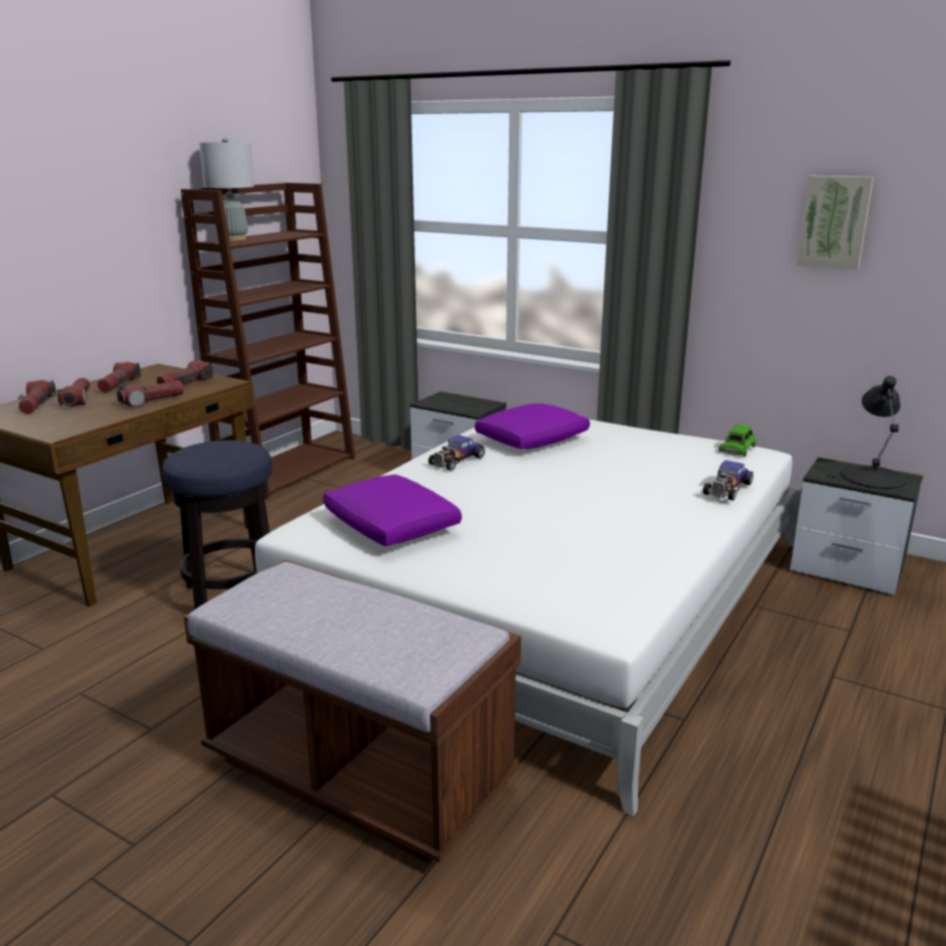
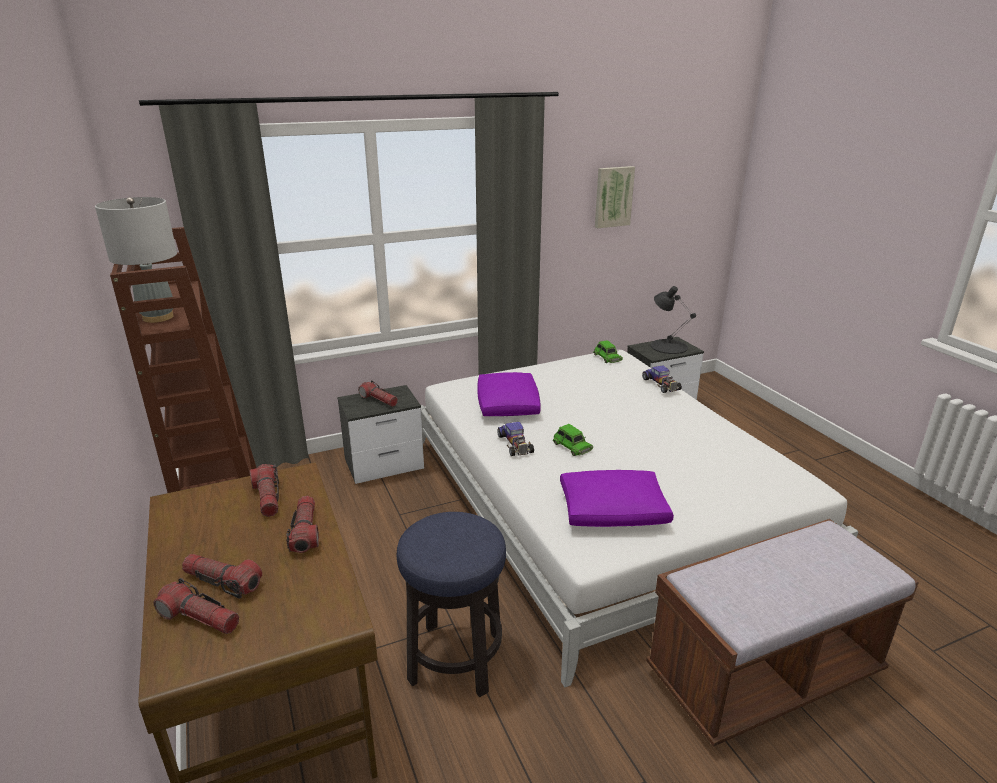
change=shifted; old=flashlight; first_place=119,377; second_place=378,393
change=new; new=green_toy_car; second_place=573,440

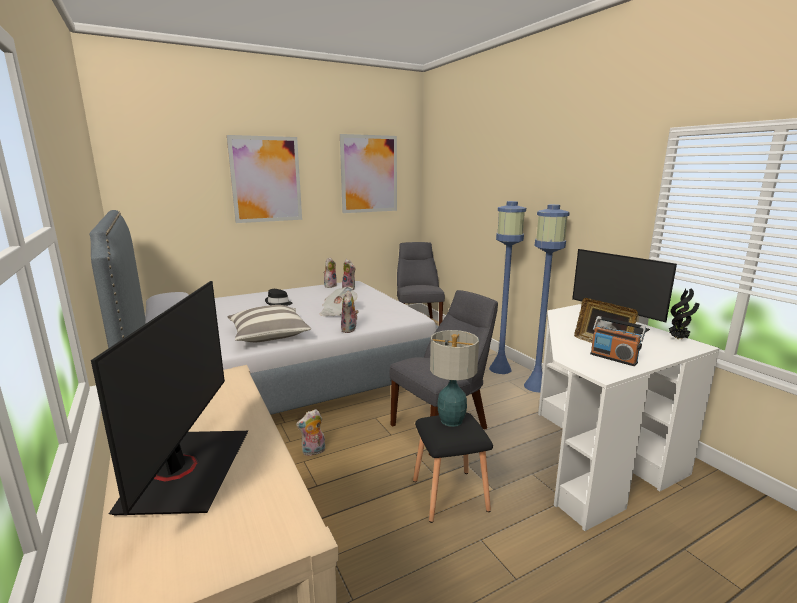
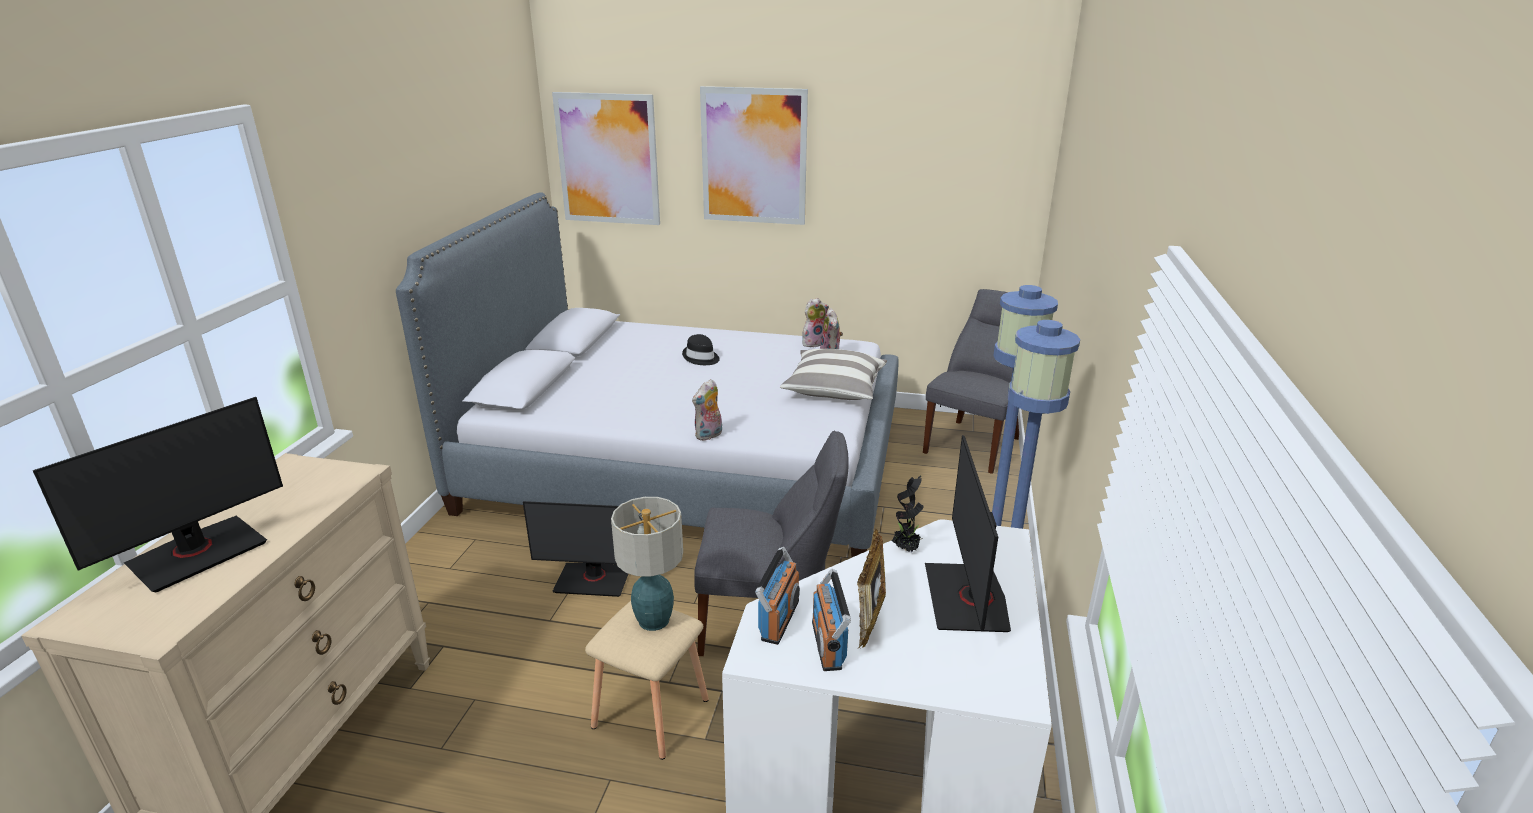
change=shifted; old=pillow; first_place=269,323; second_place=833,374
change=swapped; old=plush_toy; new=monitor; first_place=310,432; second_place=575,549
change=gone; old=newspaper; first_place=339,301
change=shifted; old=picture; first_place=368,173; second_place=606,158
change=repainted; old=black_stool; new=beige_stool; first_place=453,468; second_place=647,680
change=shifted; old=potted_plant; first_place=684,313; second_place=908,513
change=new; new=radio; second_place=777,596

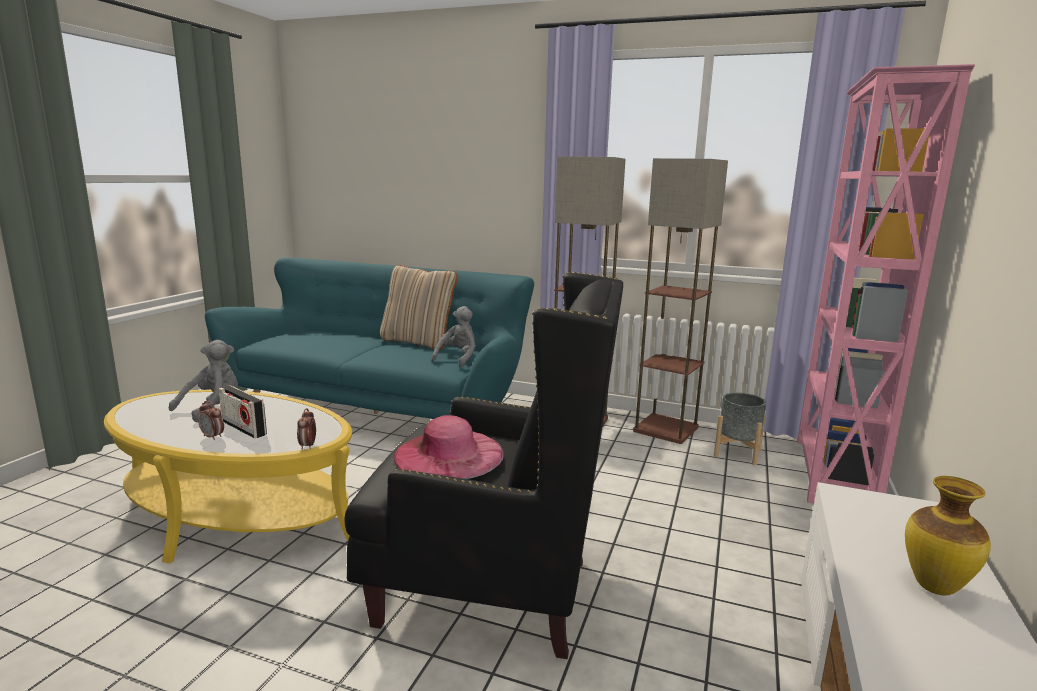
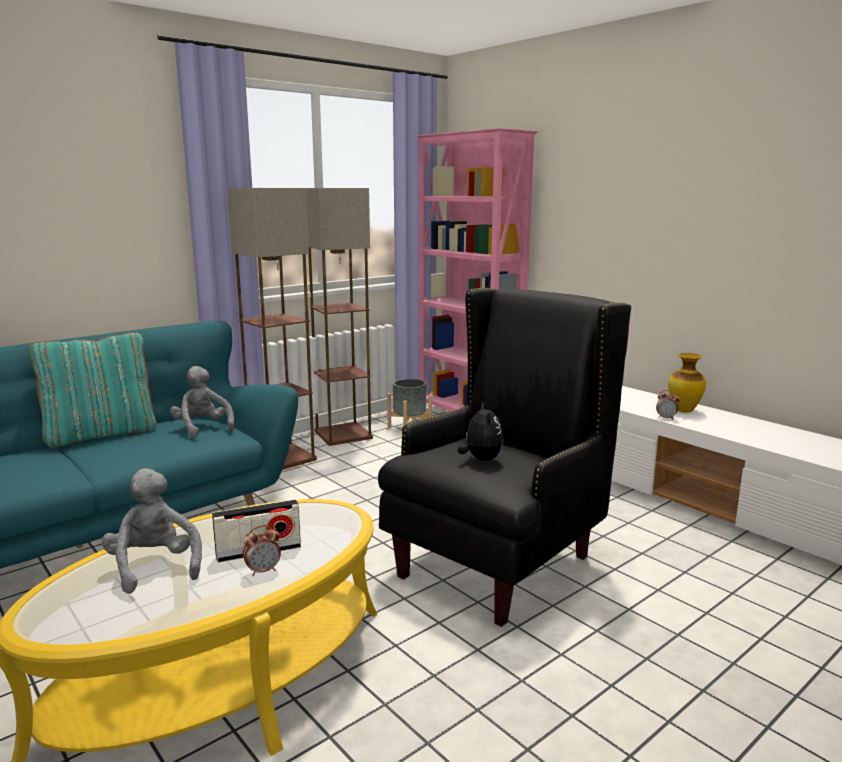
change=shifted; old=alarm_clock; first_place=306,429; second_place=668,405
change=repainted; old=beige_pillow; new=turquoise_pillow; first_place=419,307; second_place=93,390
change=swapped; old=pink_hat; new=plush_toy; first_place=449,447; second_place=481,431

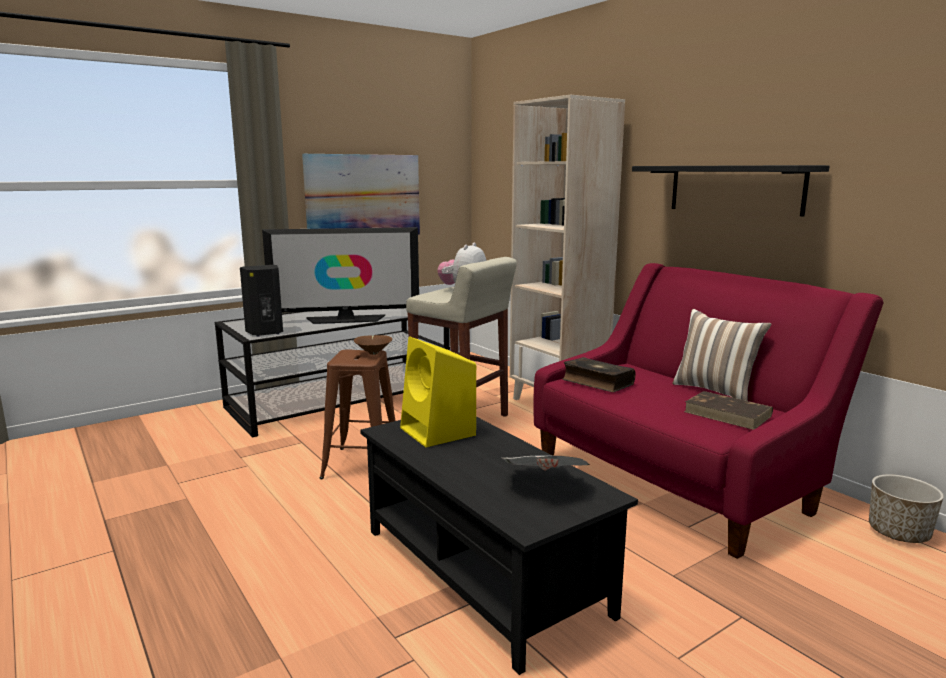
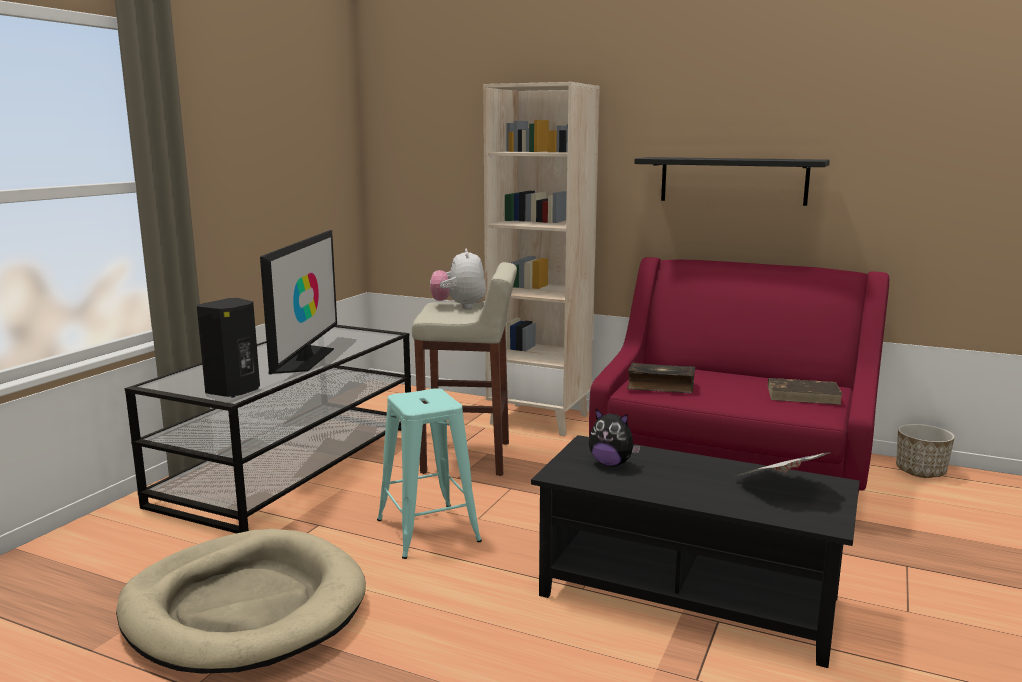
change=rotated; old=television; first_place=340,275; second_place=298,302; degrees=-45
change=gone; old=picture; first_place=361,194
change=repainted; old=brown_stool; new=turquoise_stool; first_place=357,414; second_place=429,473
change=gone; old=brown_bowl; first_place=373,345
change=swapped; old=yellow_speaker; new=plush_toy; first_place=438,391; second_place=615,437
change=gone; old=pillow; first_place=721,355
change=new; new=beige_dog_bed; second_place=241,601

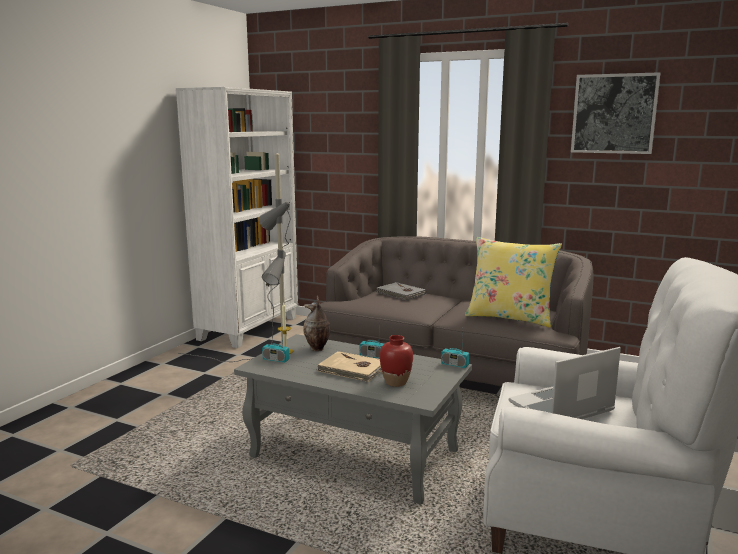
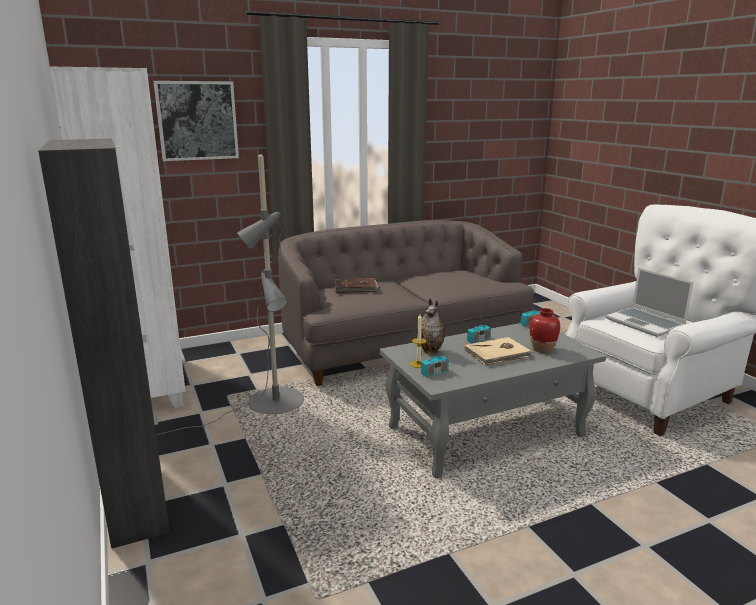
change=repainted; old=grey_book; new=brown_book; first_place=401,291; second_place=356,285
change=gone; old=yellow_pillow; first_place=513,282
change=rotated; old=laptop; first_place=565,383; second_place=649,302; degrees=-45
change=shifted; old=picture; first_place=615,113; second_place=196,121
change=new; new=black_cabinet; second_place=104,344

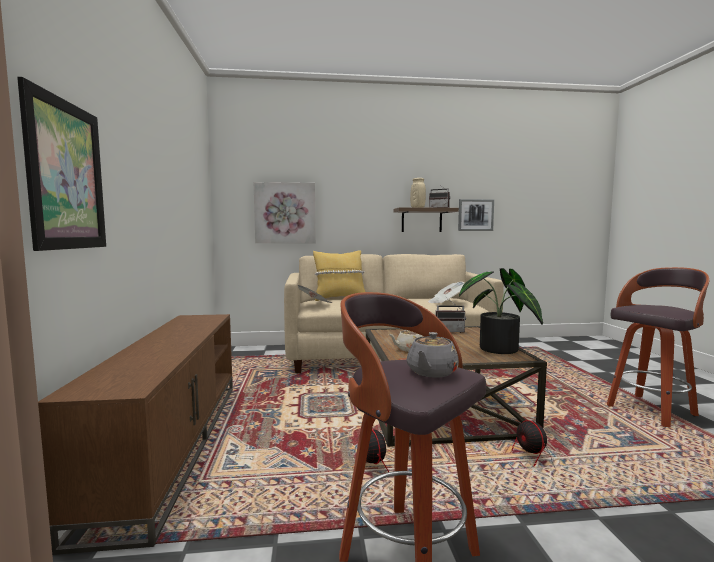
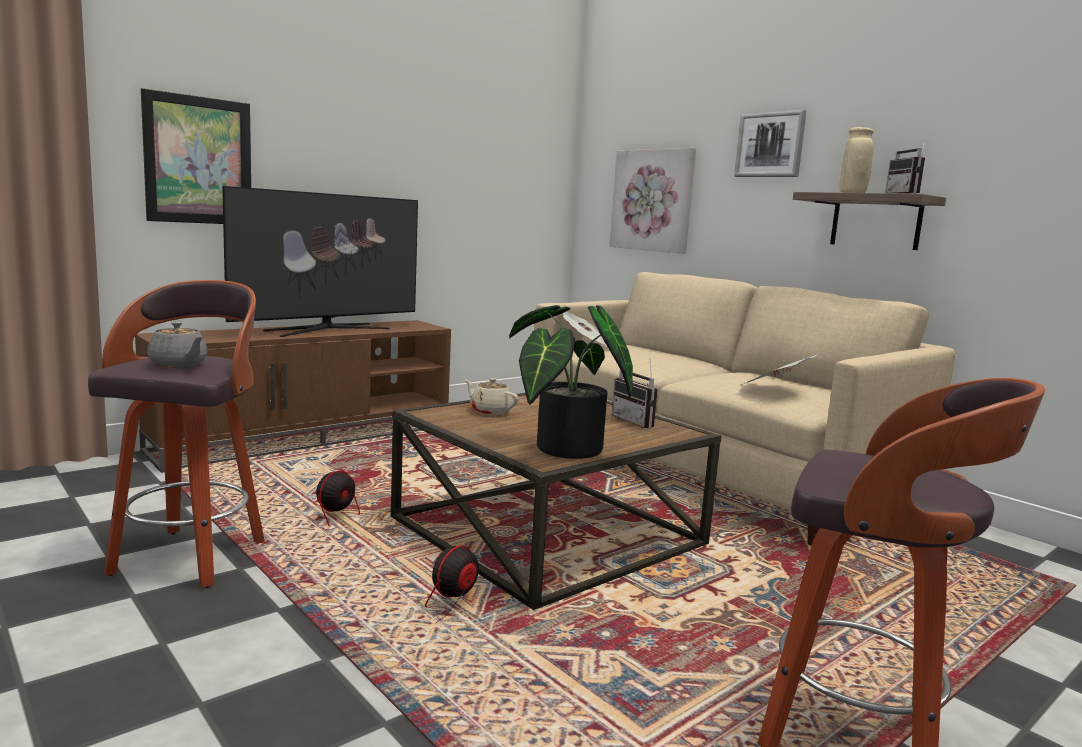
change=gone; old=yellow_pillow; first_place=339,275
change=rotated; old=grey_teapot; first_place=433,355; second_place=177,344; degrees=-135
change=shifted; old=picture; first_place=476,215; second_place=770,143
change=new; new=television; second_place=320,261

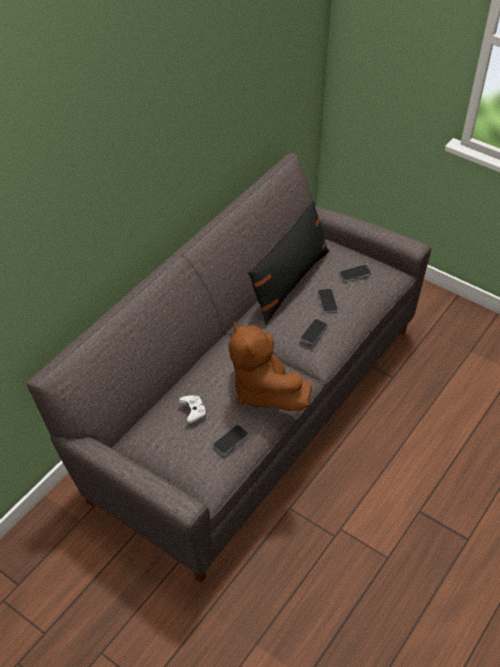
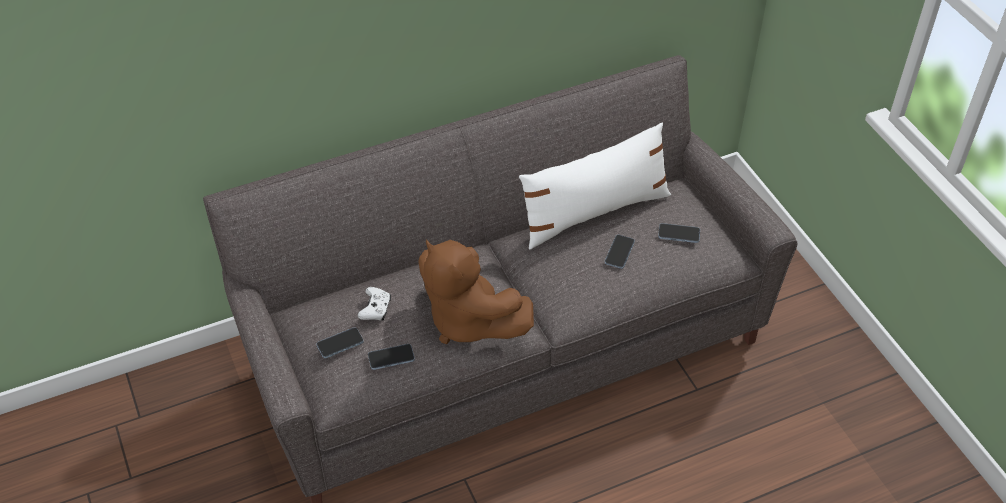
change=rotated; old=brown_plush_toy; first_place=270,366; second_place=476,292; degrees=-45
change=repainted; old=black_pillow; new=white_pillow; first_place=288,263; second_place=595,186
change=shifted; old=phone; first_place=314,332; second_place=340,342

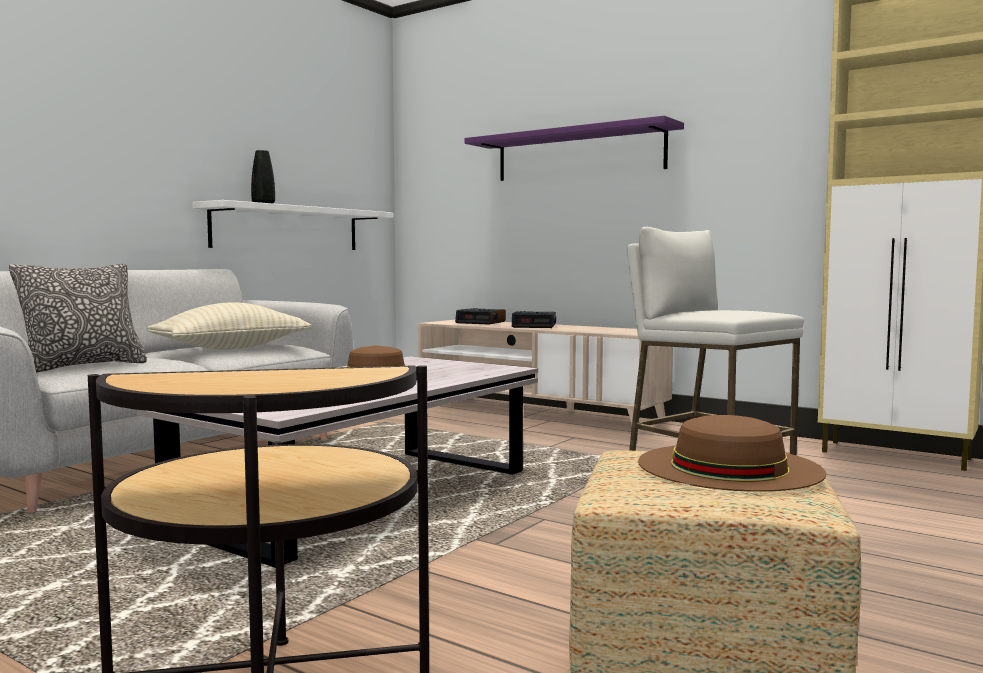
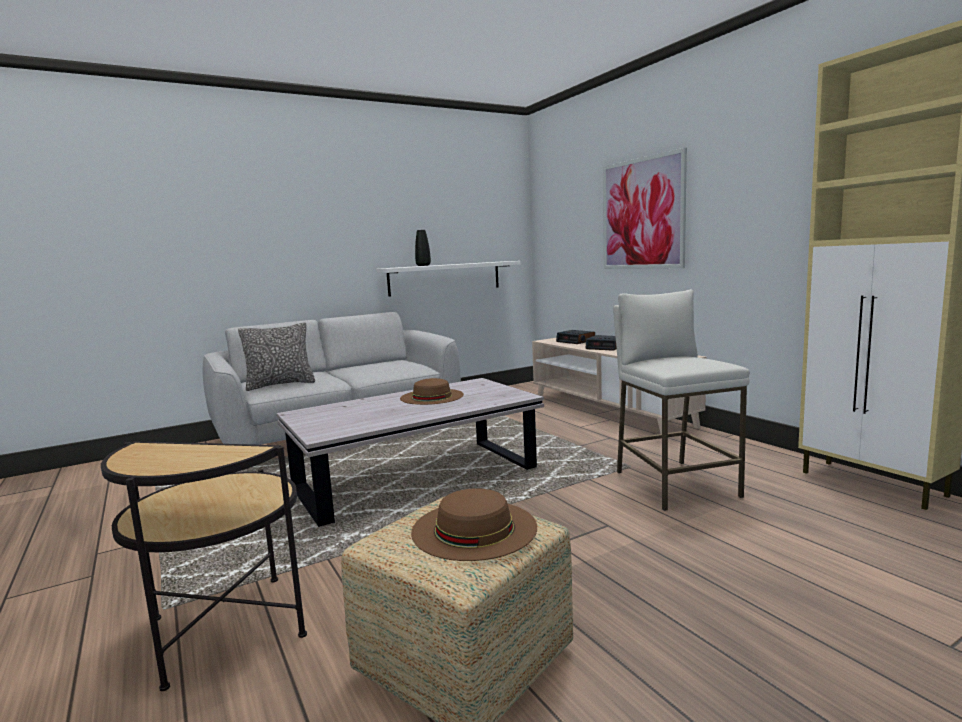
change=gone; old=beige_pillow; first_place=229,325
change=swapped; old=purple_shelf; new=picture; first_place=574,148; second_place=645,208

